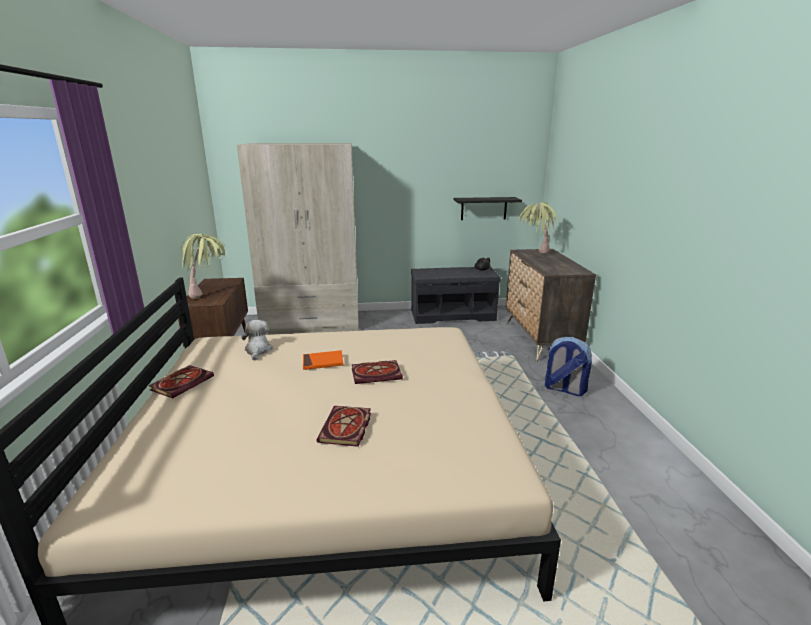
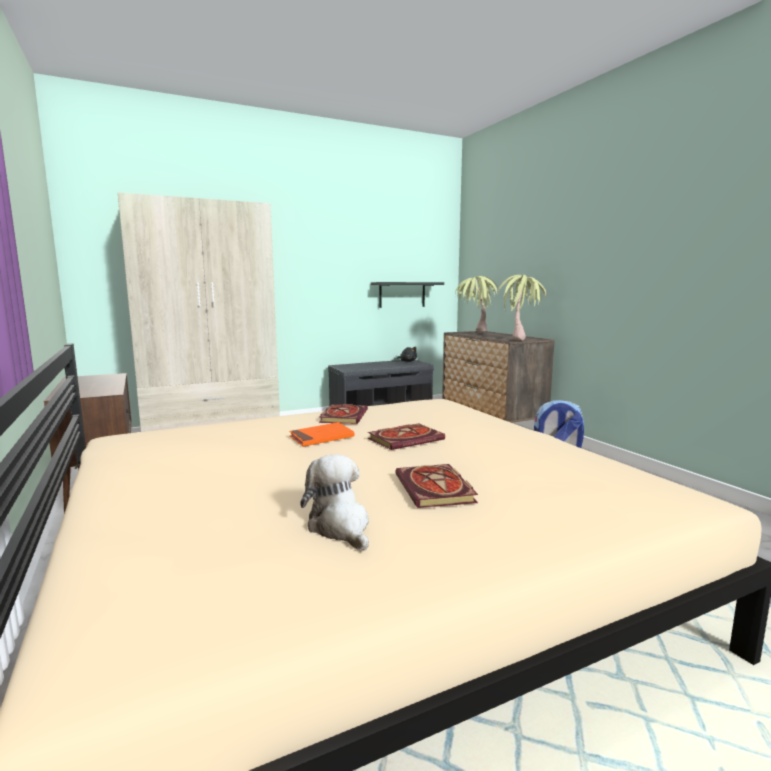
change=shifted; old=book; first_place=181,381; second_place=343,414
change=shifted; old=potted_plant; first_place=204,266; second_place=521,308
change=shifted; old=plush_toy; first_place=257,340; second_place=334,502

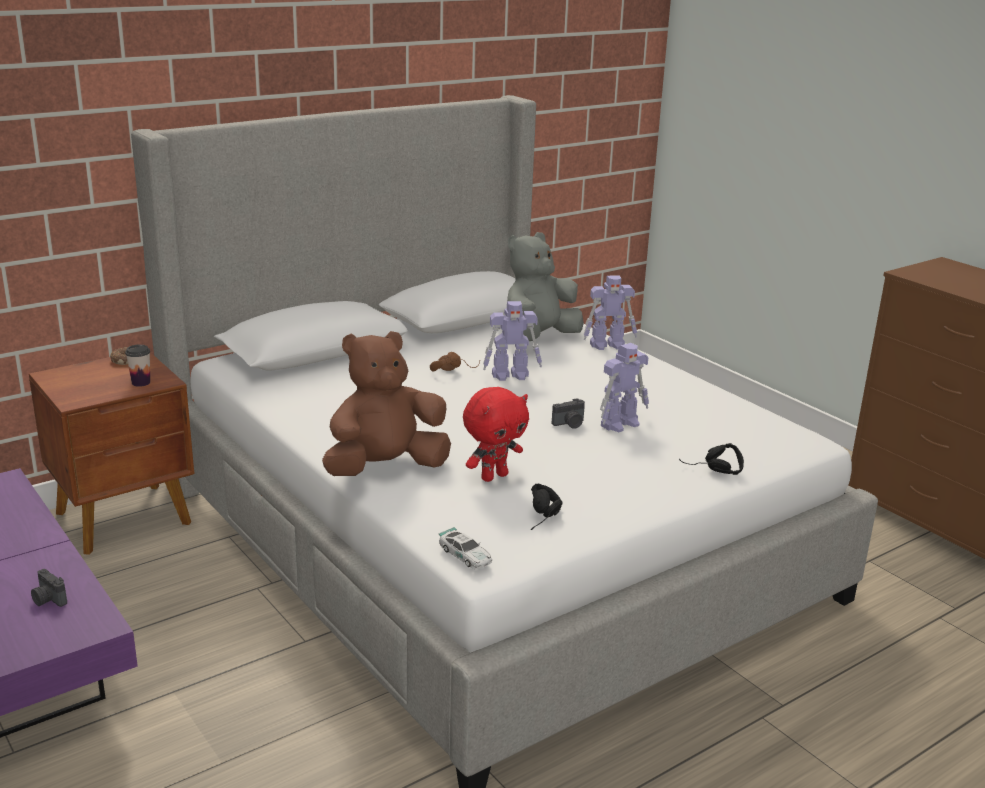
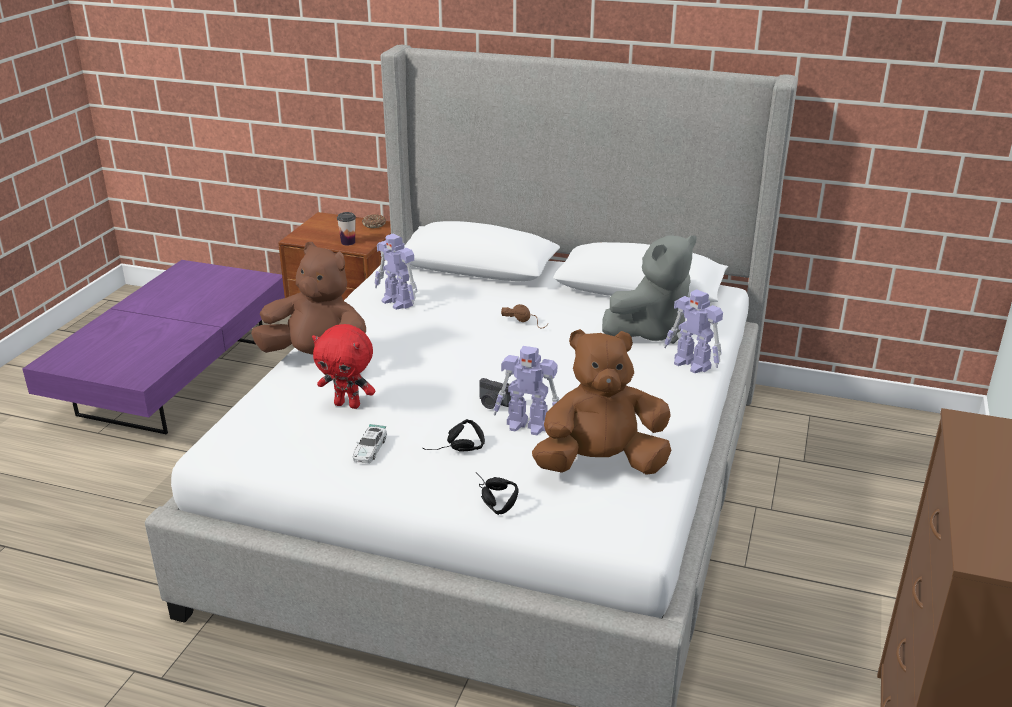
change=gone; old=photo_camera; first_place=49,588
change=shifted; old=toy_car; first_place=465,548; second_place=370,443
change=shifted; old=toy_robot; first_place=512,341; second_place=396,272
change=rotated; old=grey_plush_toy; first_place=545,286; second_place=649,289; degrees=135
change=shifted; old=black_headphones; first_place=547,507; second_place=454,435
change=new; new=brown_plush_toy; second_place=601,402

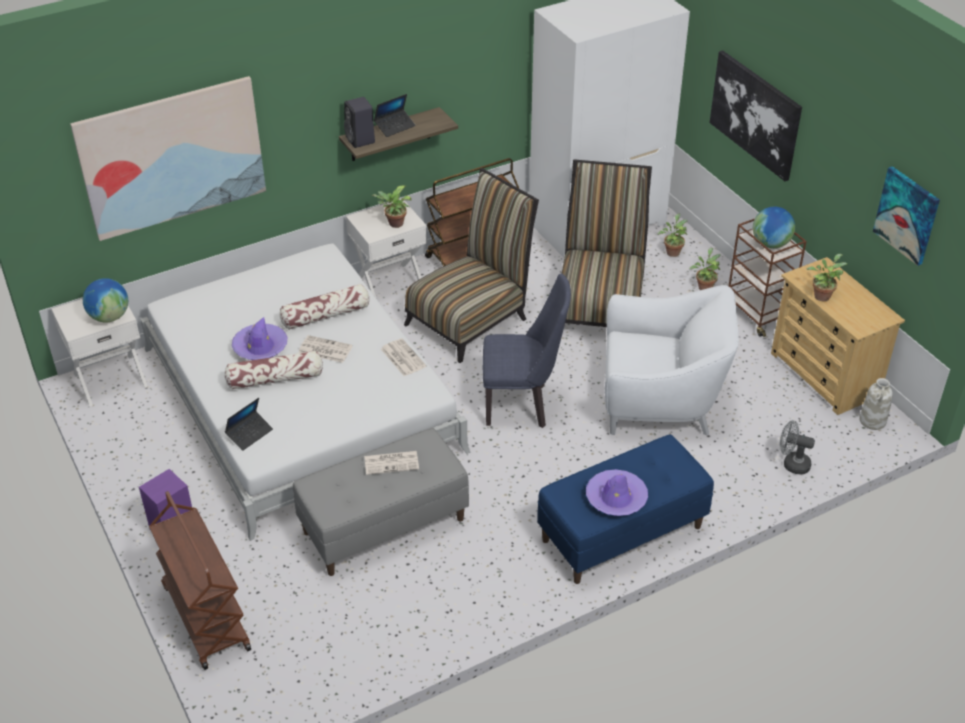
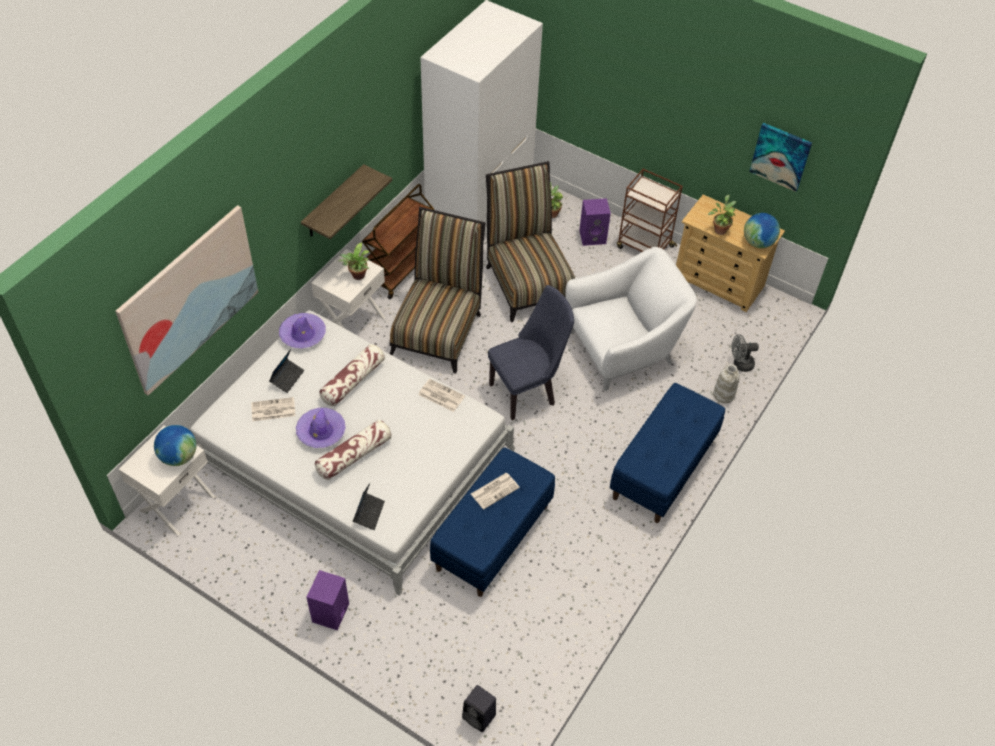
change=gone; old=brown_cart; first_place=200,580
change=repainted; old=grey_bench; new=blue_bench; first_place=381,502; second_place=492,522
change=shifted; old=newspaper; first_place=325,349; second_place=273,409
change=shifted; old=black_speaker; first_place=359,122; second_place=479,708
change=shifted; old=laptop; first_place=395,115; second_place=286,371
change=shifted; old=purple_hat; first_place=617,492; second_place=302,330
change=swapped; old=potted_plant; new=purple_speaker; first_place=705,269; second_place=595,222
change=gone; old=picture; first_place=756,115
change=shifted; old=globe; first_place=774,227; second_place=762,230
change=shifted; old=white_vase; first_place=876,404; second_place=726,383

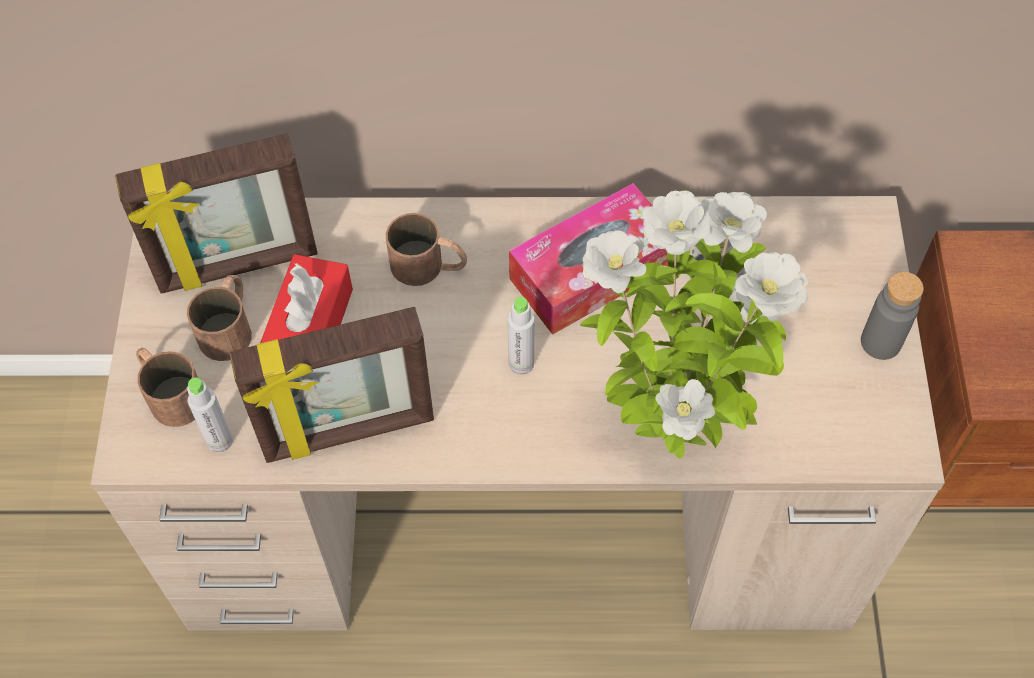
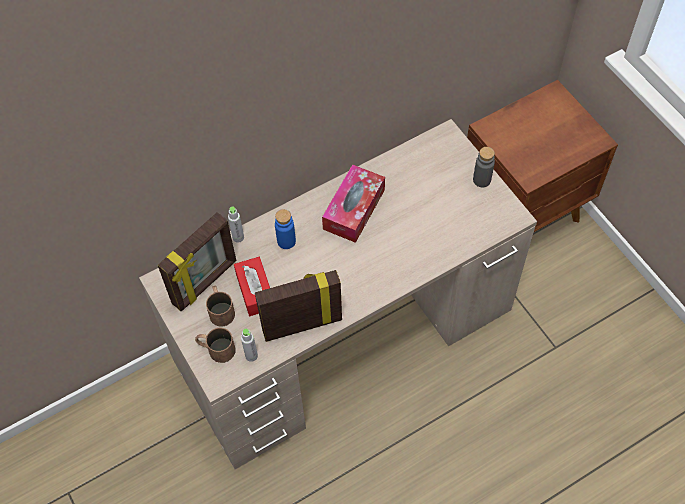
change=rotated; old=picture_frame; first_place=331,385; second_place=298,306; degrees=-150
change=swapped; old=brown_mug; new=blue_bottle; first_place=426,249; second_place=285,229
change=shifted; old=grey_bottle; first_place=521,336; second_place=236,225
change=gone; old=potted_plant; first_place=694,324

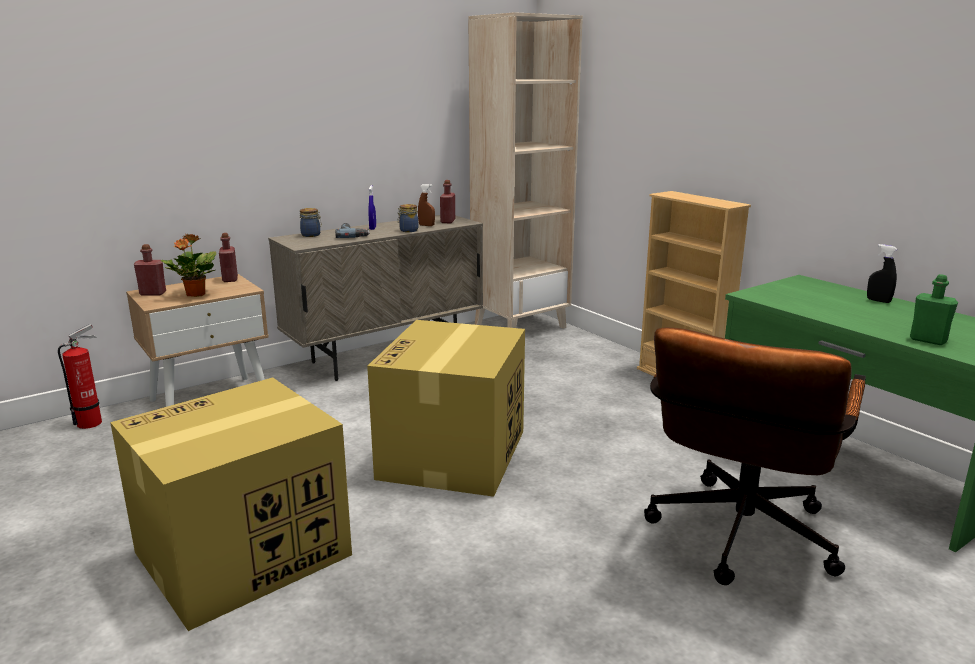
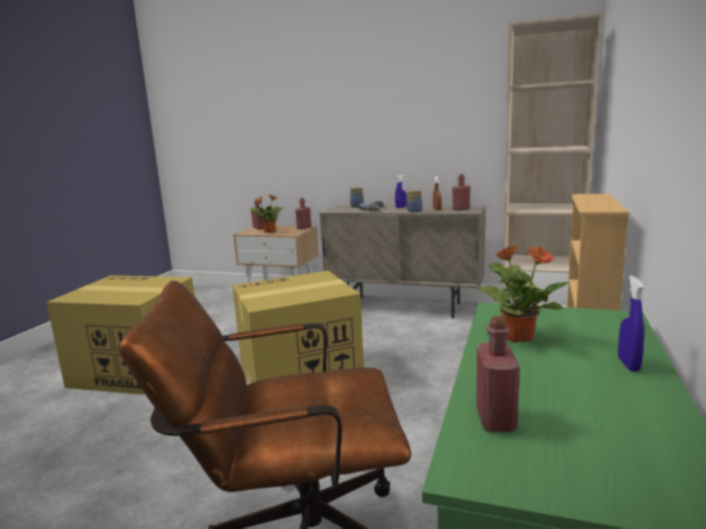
change=gone; old=fire_extinguisher; first_place=80,376
change=repainted; old=black_spray_bottle; new=blue_spray_bottle; first_place=882,273; second_place=631,323
change=repainted; old=green_bottle; new=red_bottle; first_place=934,309; second_place=498,374
change=new; new=potted_plant; second_place=522,293

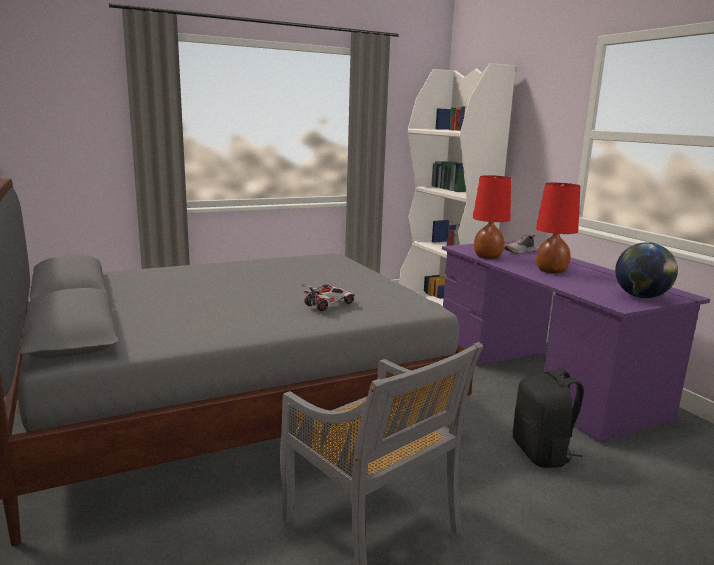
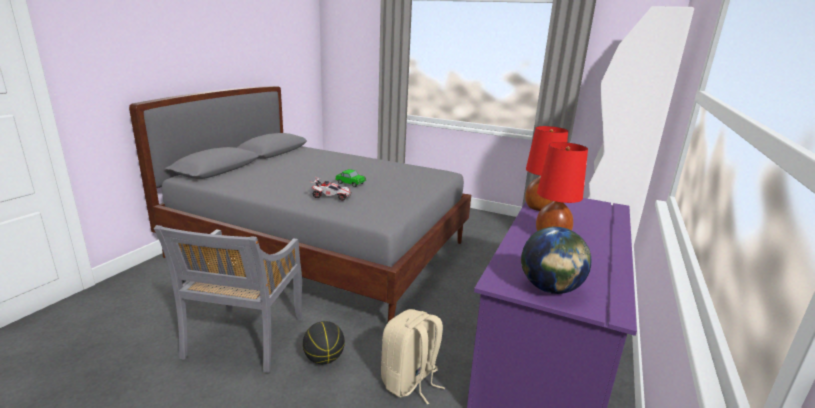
change=gone; old=shoe; first_place=519,244
change=repainted; old=black_backpack; new=beige_backpack; first_place=548,418; second_place=413,357
change=new; new=basketball; second_place=324,342
change=new; new=toy_car; second_place=350,178

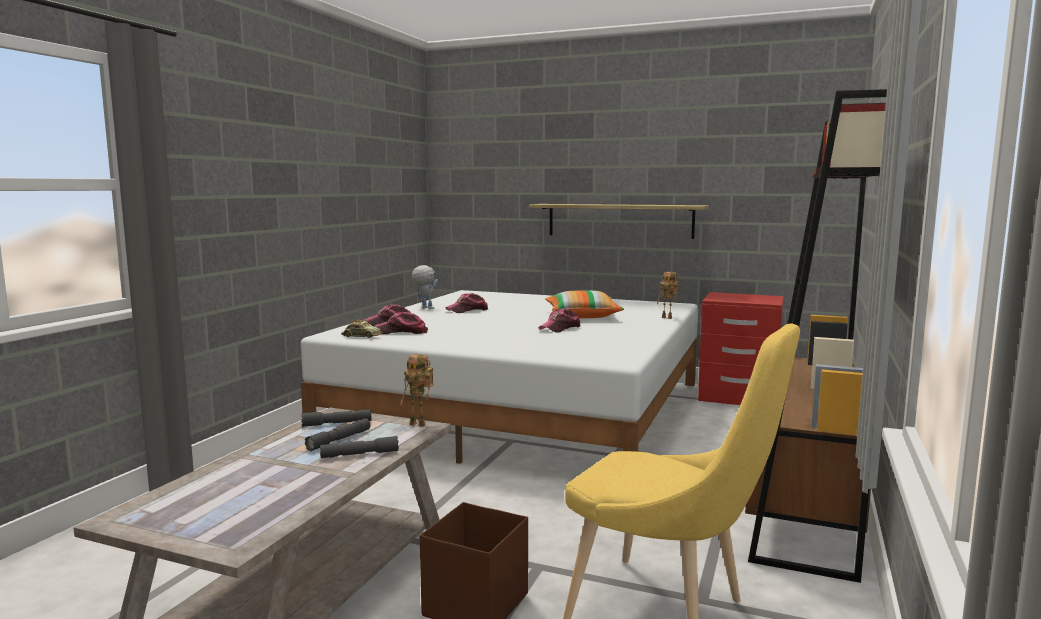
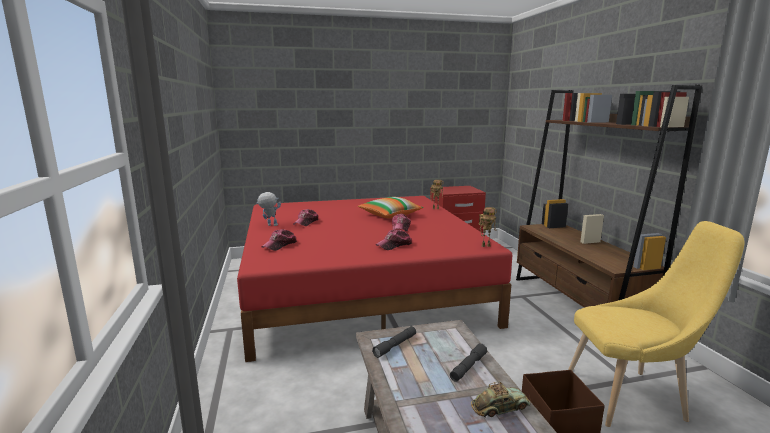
change=repainted; old=white_bed; new=red_bed; first_place=499,377; second_place=375,279
change=gone; old=grey_flashlight; first_place=337,434
change=shifted; old=toy_car; first_place=361,328; second_place=500,399
change=shifted; old=cap; first_place=401,323; second_place=394,240
change=shifted; old=toy_robot; first_place=417,390; second_place=488,227
change=gone; old=shelf; first_place=619,221

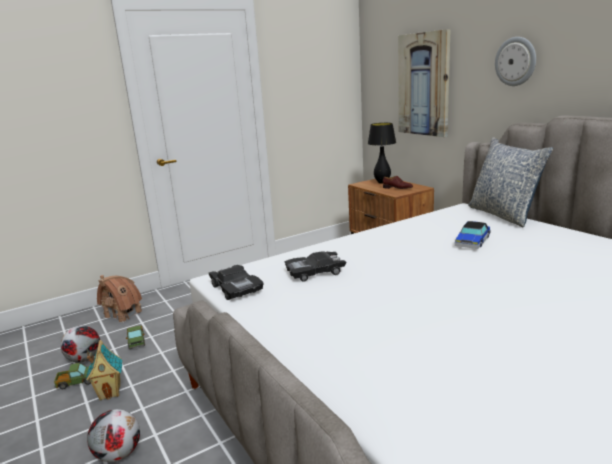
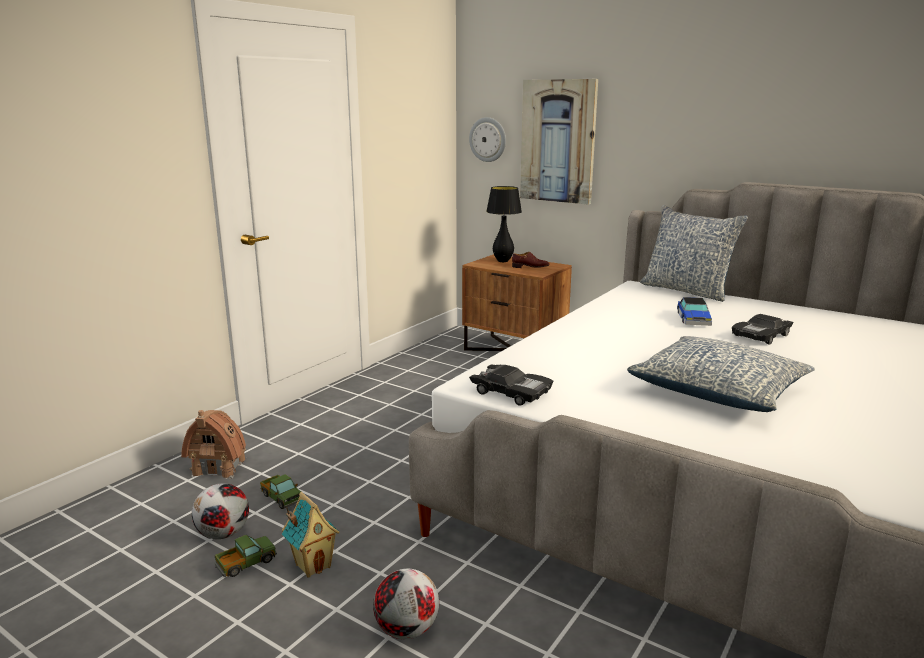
change=shifted; old=black_toy_car; first_place=315,266; second_place=763,329
change=shifted; old=wall_clock; first_place=515,61; second_place=487,139
change=new; new=pillow; second_place=721,374

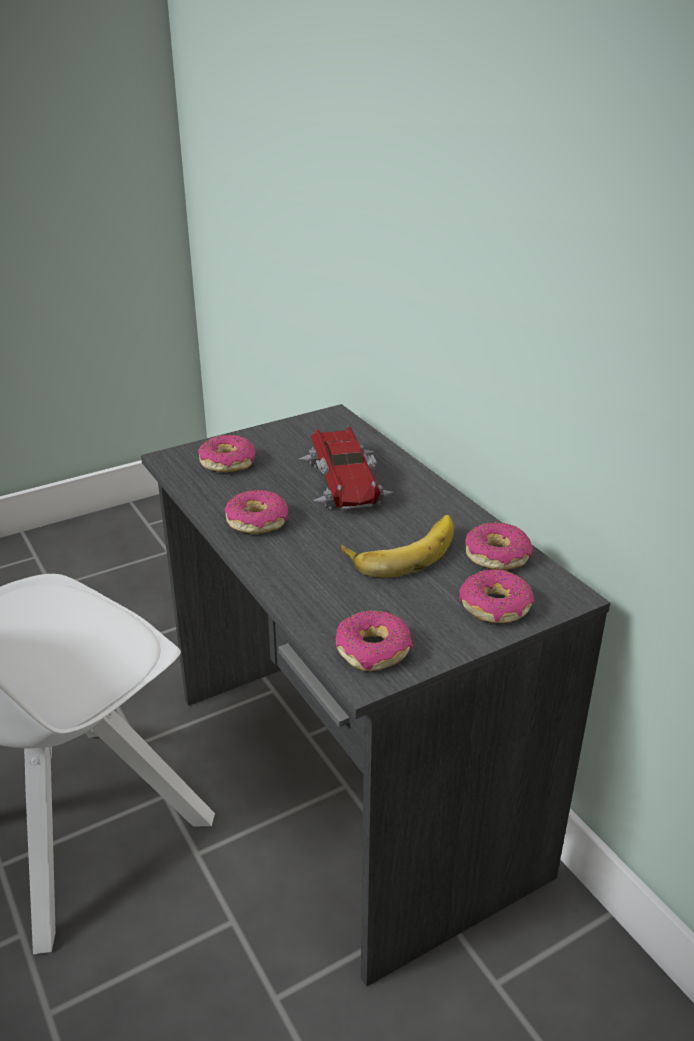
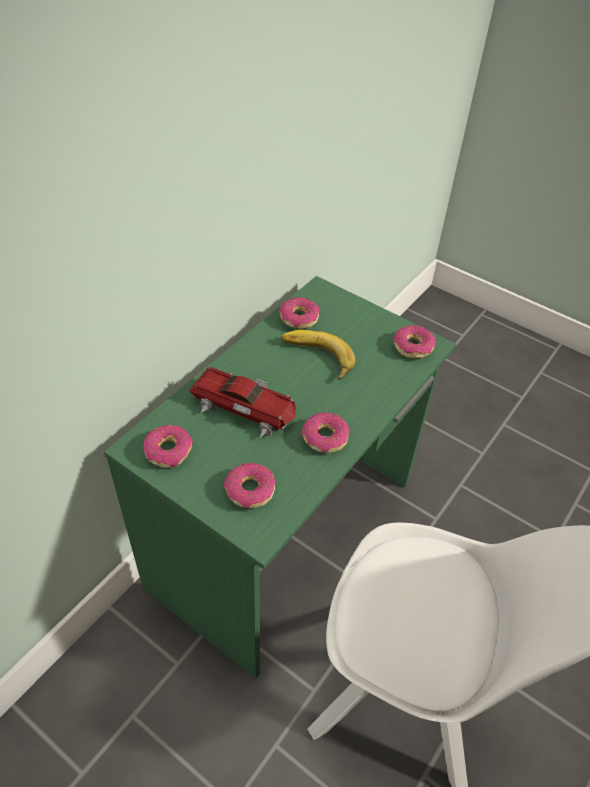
change=repainted; old=grey_desk; new=green_desk; first_place=375,695; second_place=280,477
change=rotated; old=toy_car; first_place=346,468; second_place=242,402; degrees=60
change=shifted; old=donut; first_place=496,596; second_place=168,446

